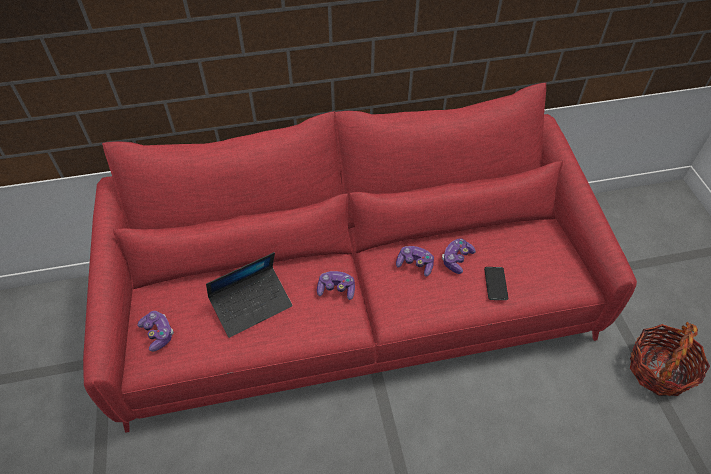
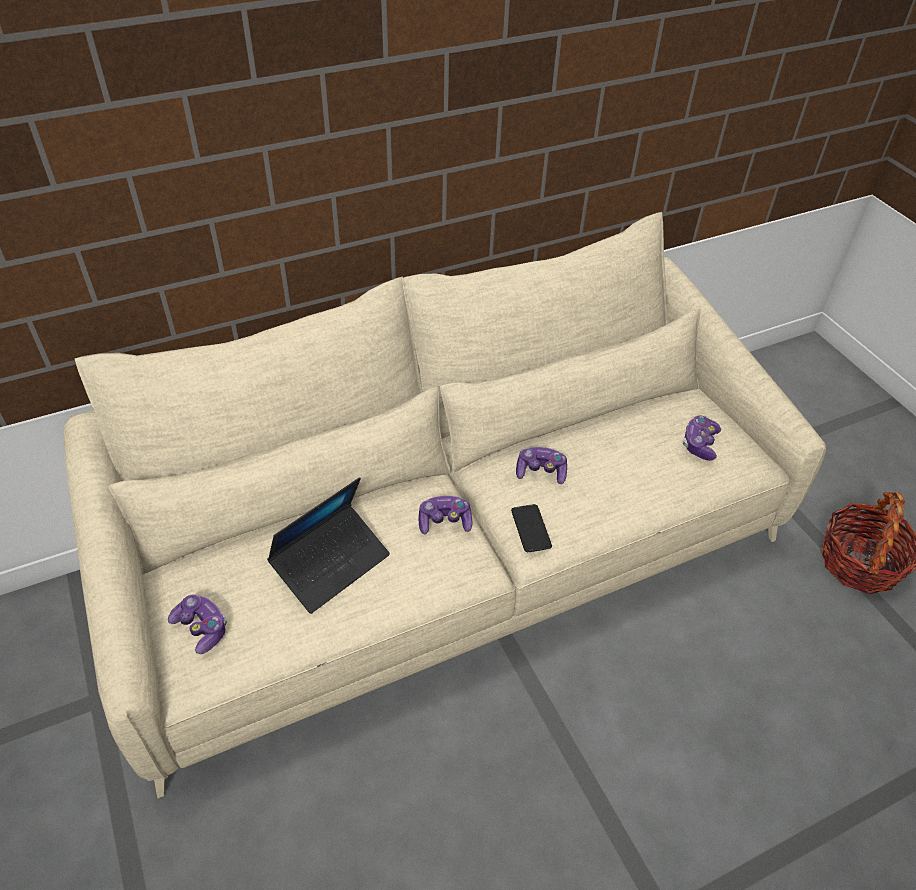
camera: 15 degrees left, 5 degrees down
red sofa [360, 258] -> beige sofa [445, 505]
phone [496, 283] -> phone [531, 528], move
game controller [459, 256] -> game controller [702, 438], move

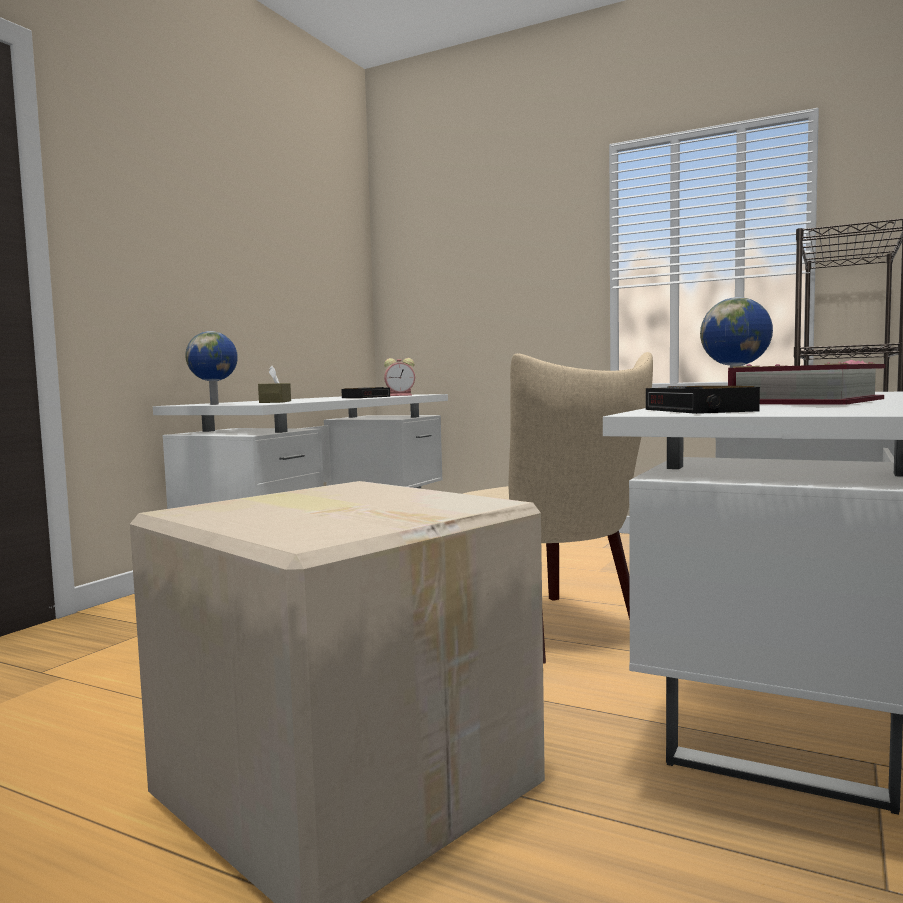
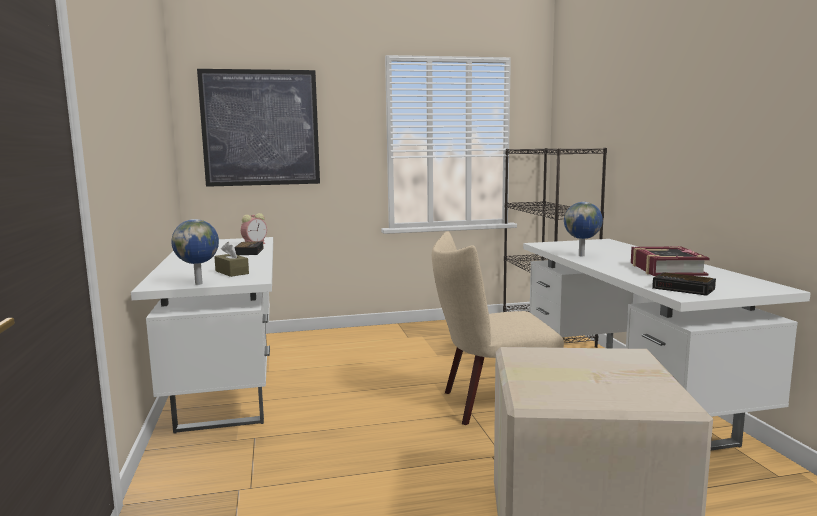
camera: 40 degrees left, 5 degrees up
none -> picture [258, 128]
beige chair [558, 507] -> beige chair [498, 328], 150 degrees clockwise

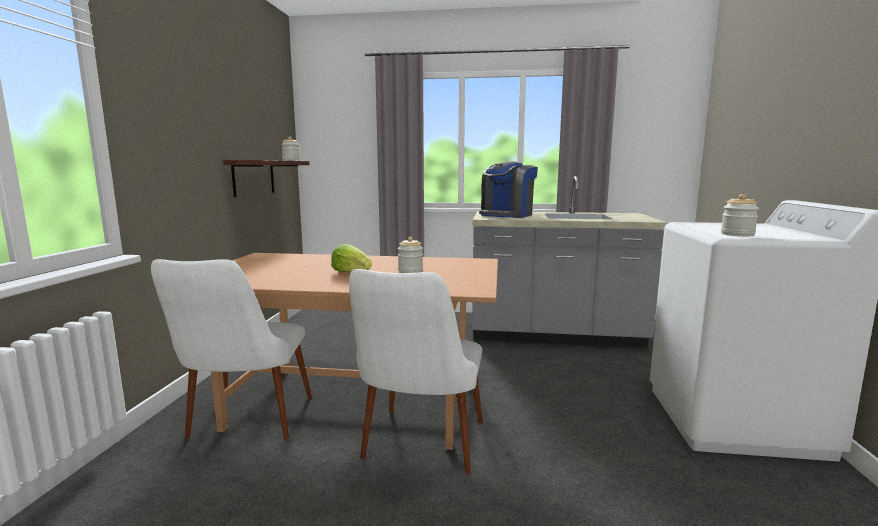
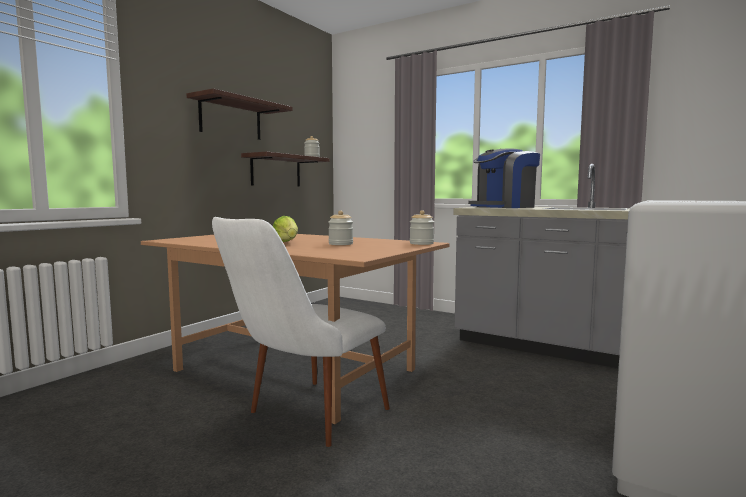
camera: 25 degrees right, 5 degrees down
none -> shelf [240, 114]
jar [740, 215] -> jar [422, 227], move
white chair [231, 349] -> none

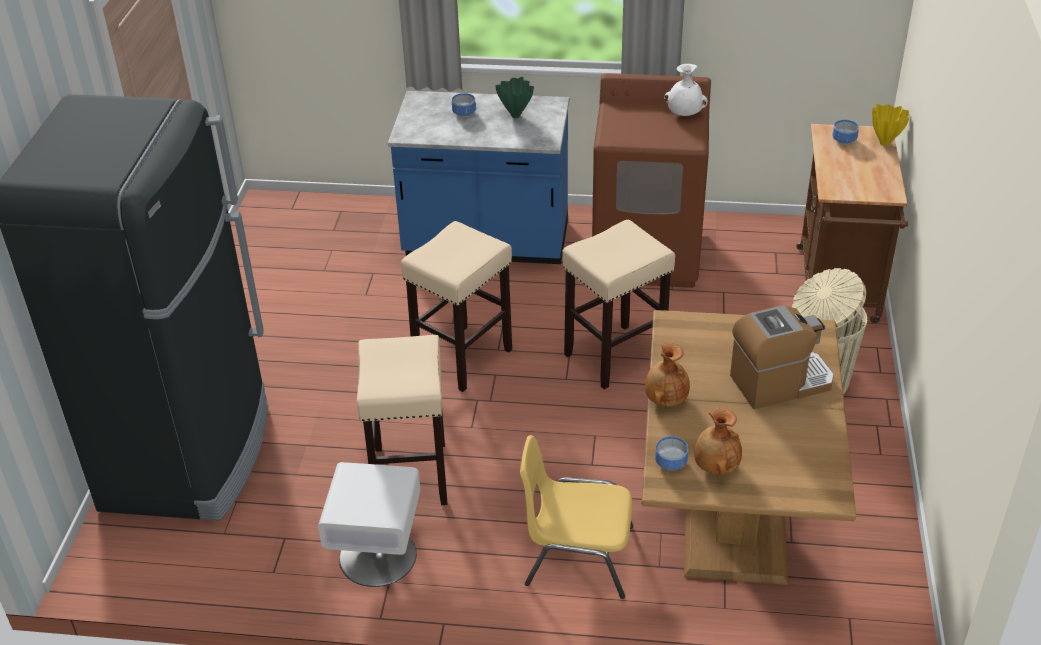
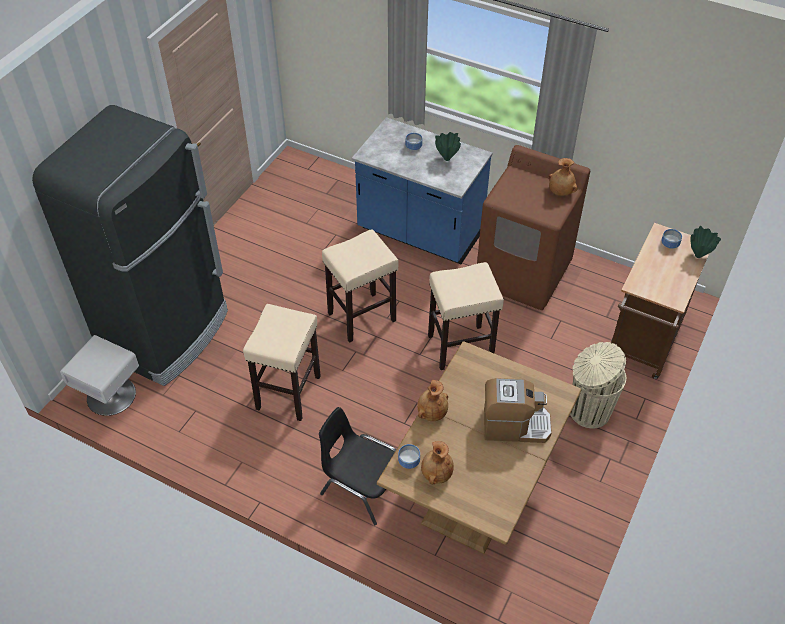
camera: 20 degrees right, 10 degrees up
white nightstand [369, 524] -> white nightstand [99, 375], move
yellow chair [576, 517] -> black chair [357, 466]
white vase [686, 90] -> brown vase [563, 177]
yellow vase [890, 125] -> green vase [705, 242]

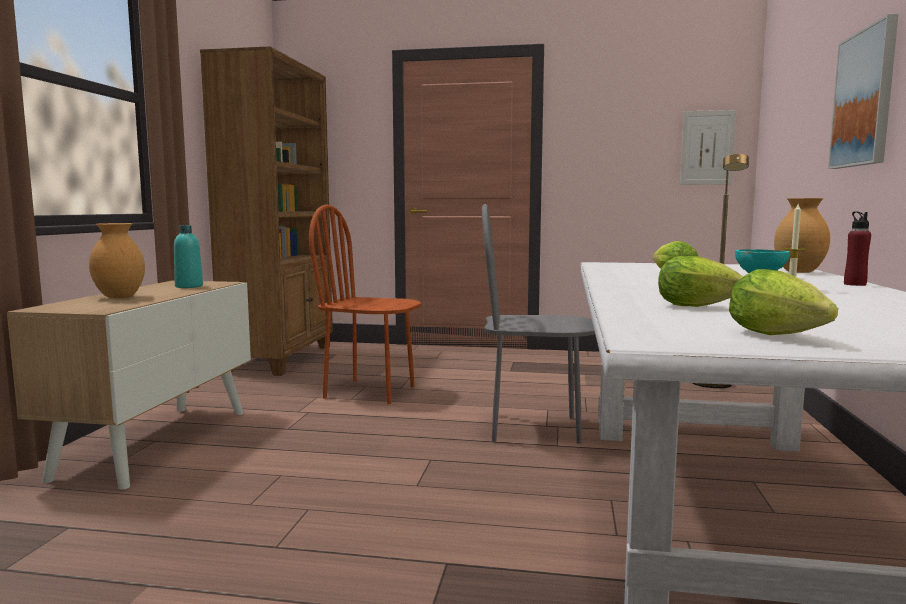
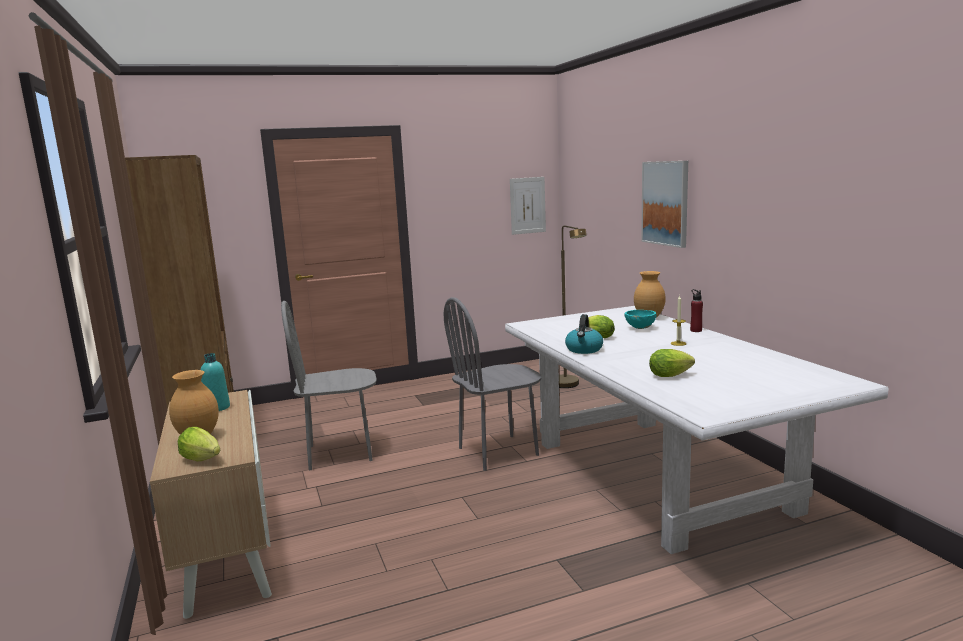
camera: 30 degrees left, 5 degrees up
lettuce [783, 302] -> lettuce [199, 444], move
brown chair [365, 304] -> grey chair [329, 385]
none -> kettle [584, 334]

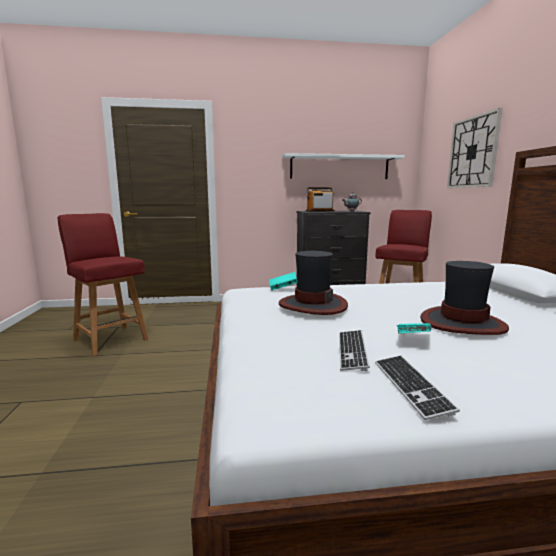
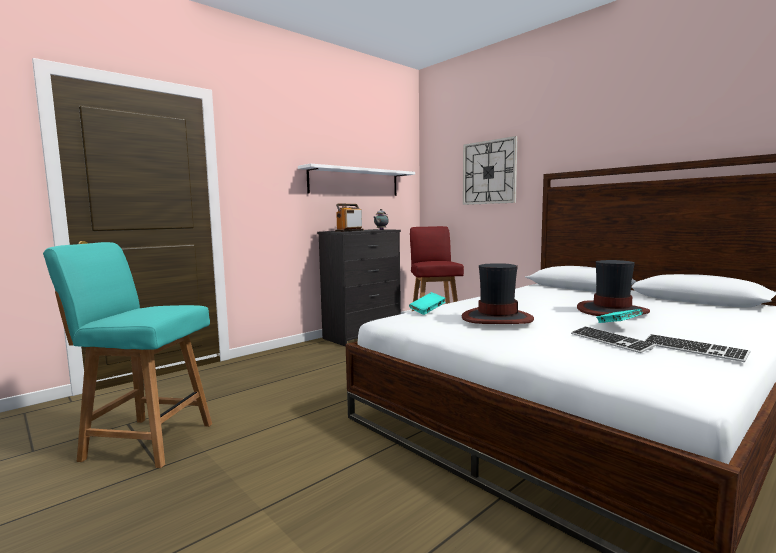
camera: 35 degrees left, 5 degrees down
red chair [103, 284] -> turquoise chair [127, 355]

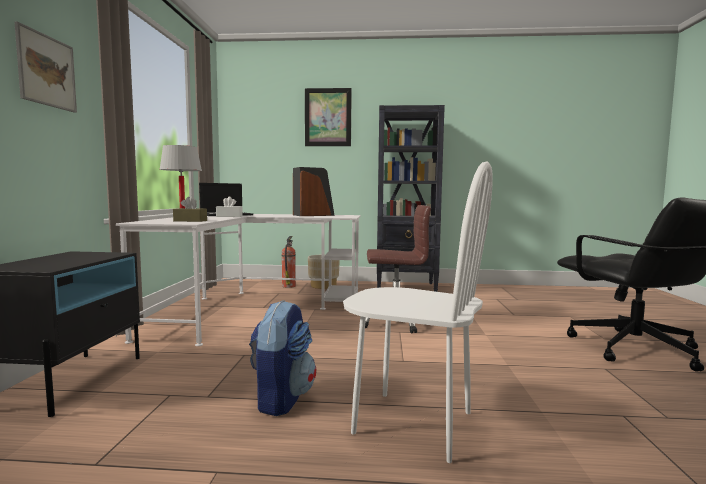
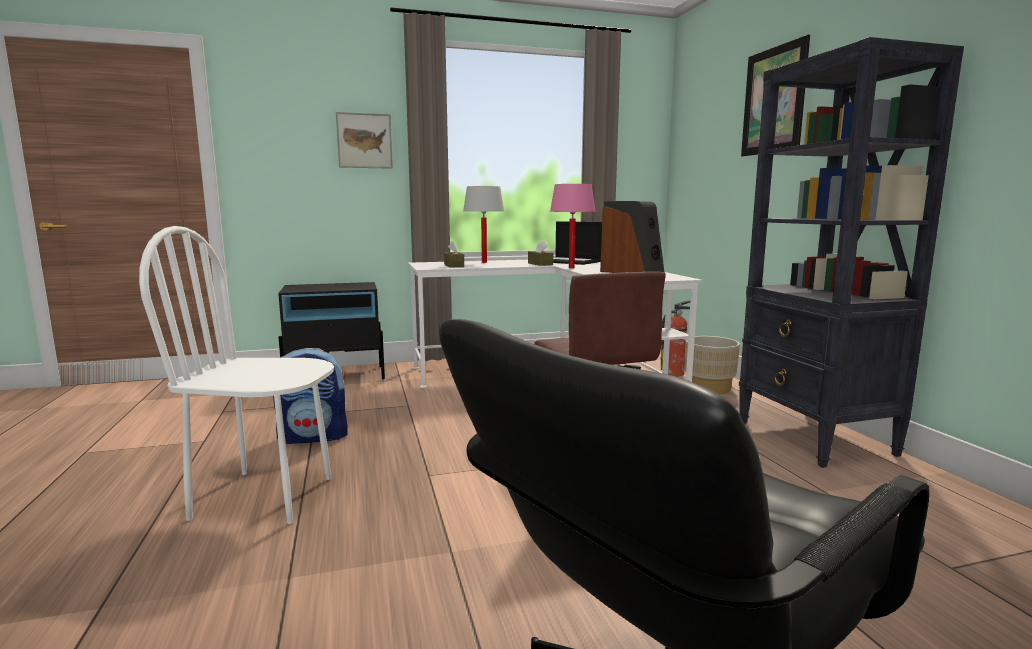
camera: 70 degrees right, 5 degrees up
white chair [418, 312] -> white chair [236, 375], 90 degrees clockwise
white tissue box [229, 206] -> brown tissue box [540, 253]
none -> pink table lamp [573, 226]

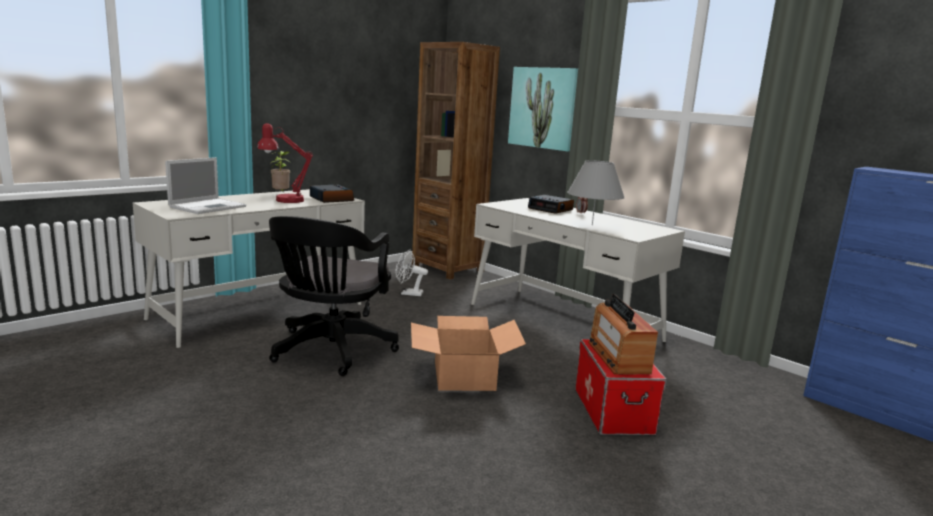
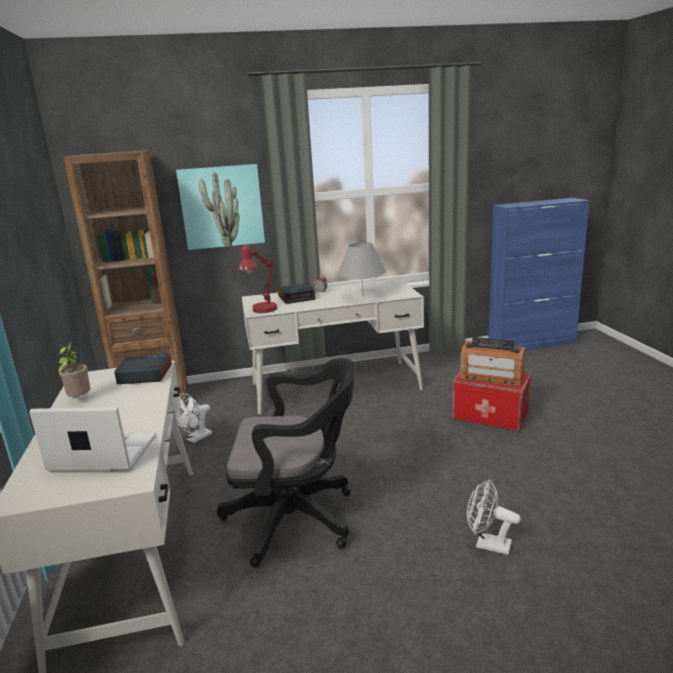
camera: 55 degrees left, 5 degrees up
laptop [205, 185] -> laptop [92, 439], 60 degrees counterclockwise
black office chair [334, 296] -> black office chair [286, 463], 45 degrees counterclockwise
red table lamp [285, 163] -> red table lamp [257, 279], move
none -> white fan [494, 517]
cardboard box [468, 353] -> none

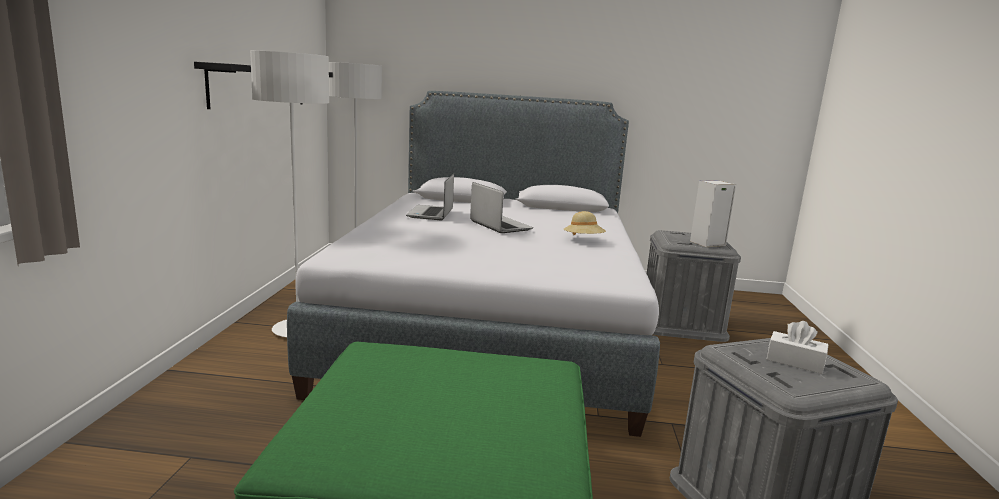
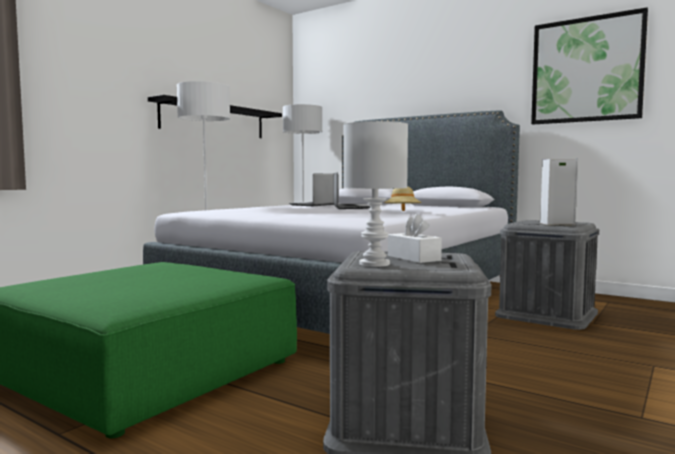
camera: 30 degrees right, 10 degrees down
none -> white table lamp [375, 194]
none -> picture [589, 65]

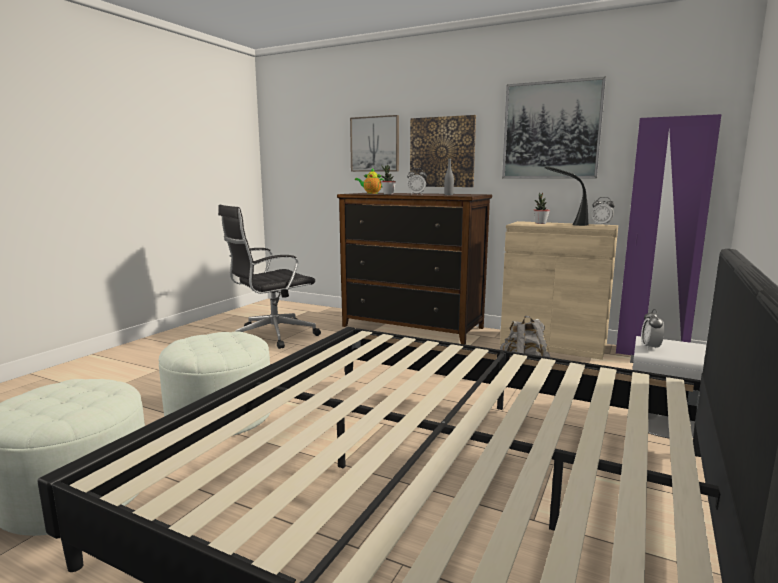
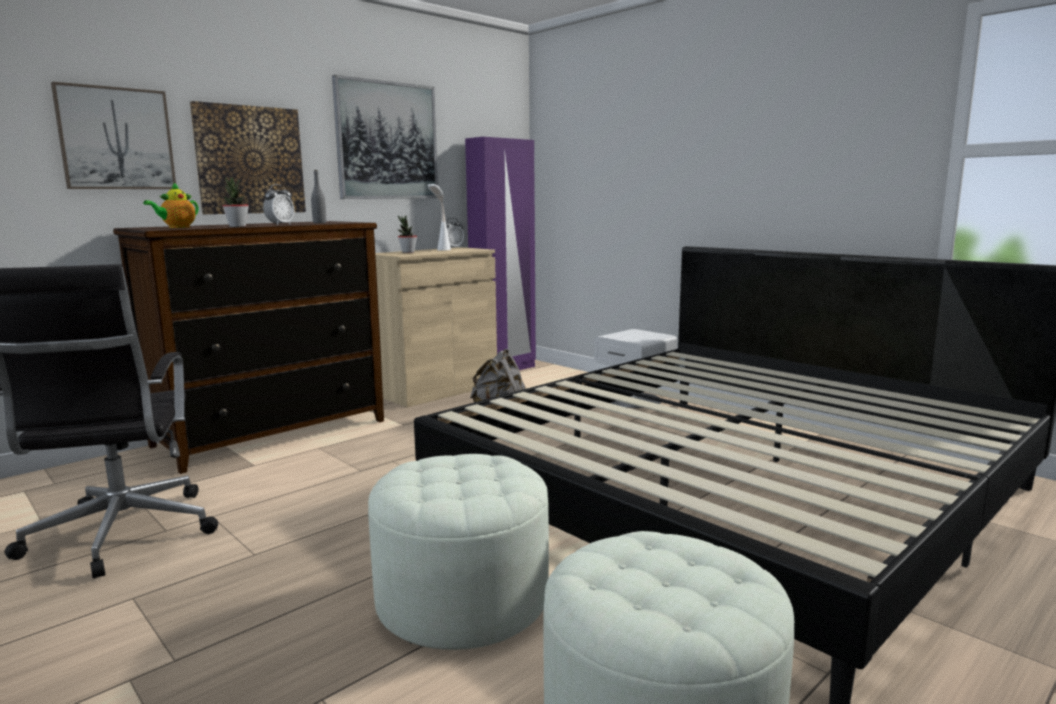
camera: 70 degrees left, 0 degrees up
black table lamp [566, 196] -> white table lamp [439, 217]
alarm clock [653, 329] -> none

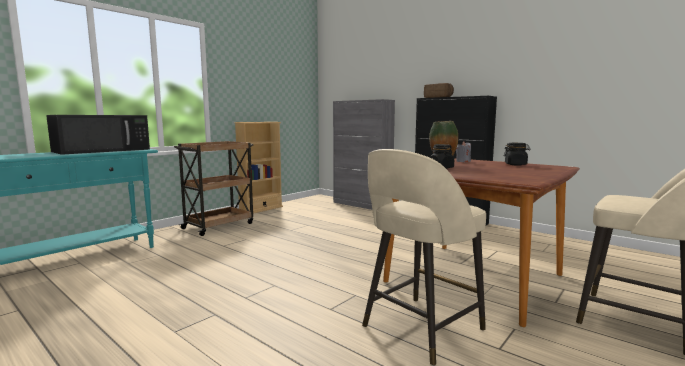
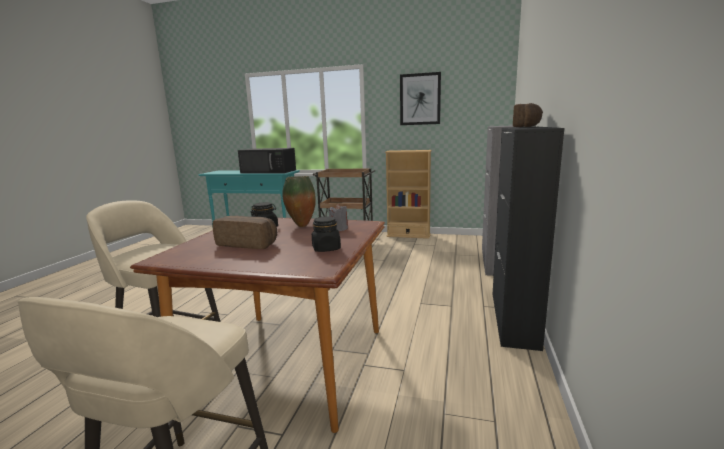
camera: 65 degrees right, 5 degrees up
none -> bread [244, 232]
none -> picture [420, 98]

